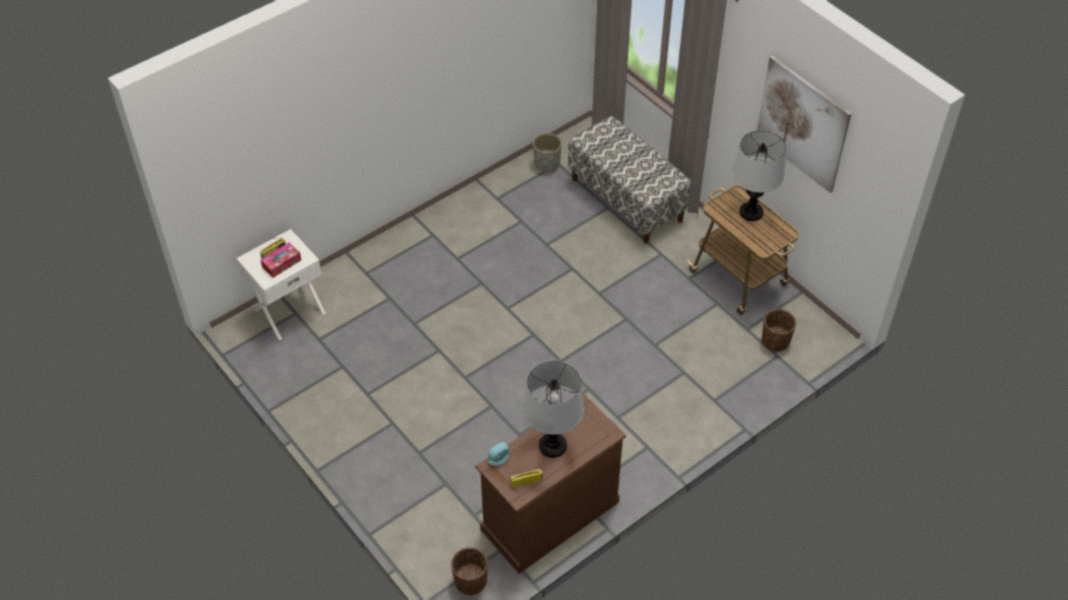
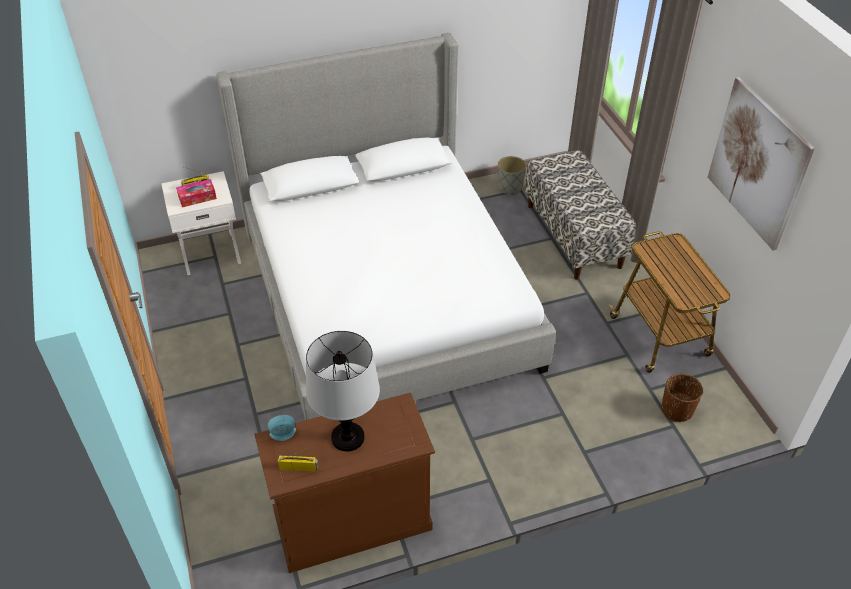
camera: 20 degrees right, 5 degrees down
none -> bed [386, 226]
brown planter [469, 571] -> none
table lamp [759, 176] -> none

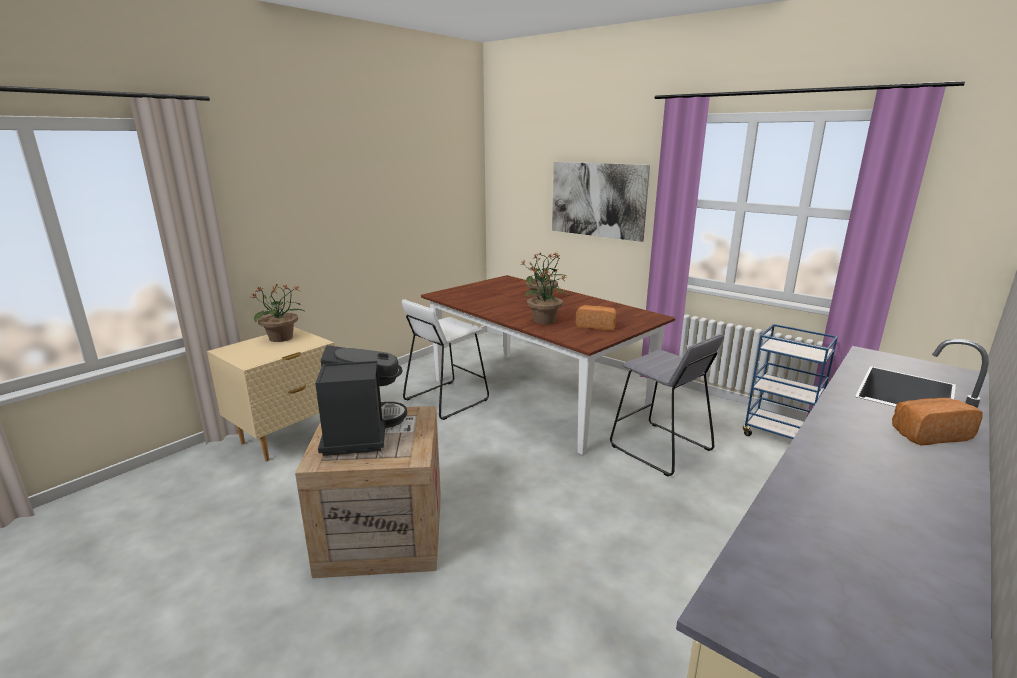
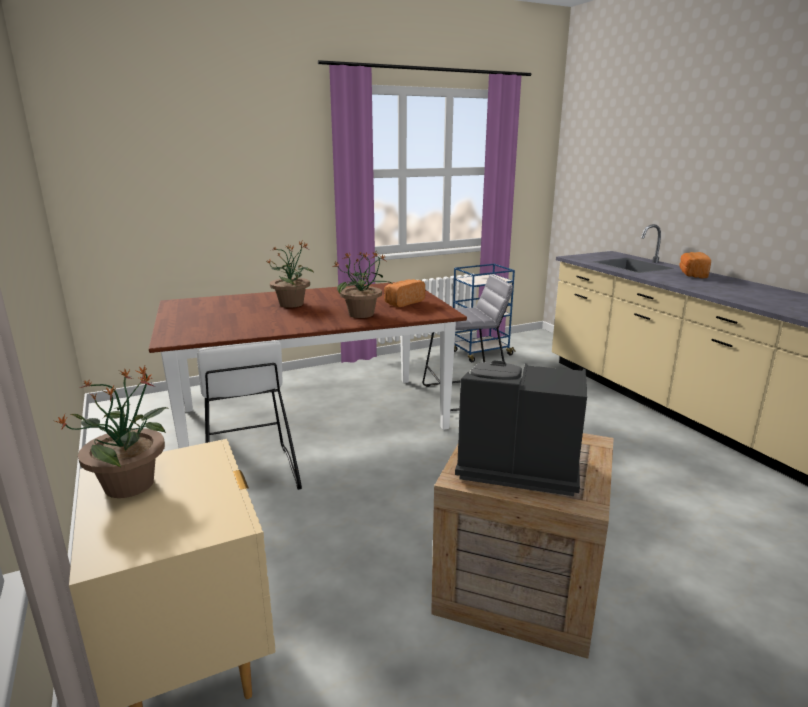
camera: 65 degrees left, 0 degrees up
picture [601, 202] -> none

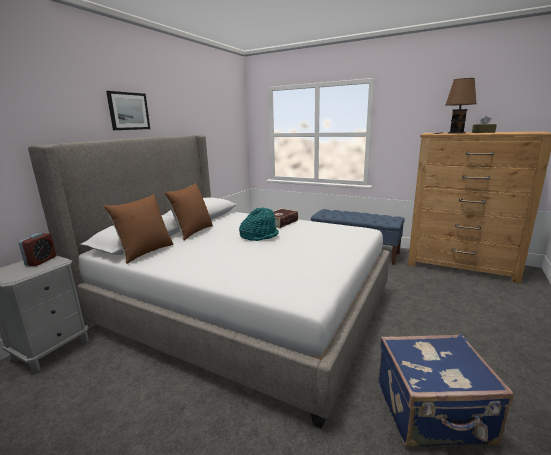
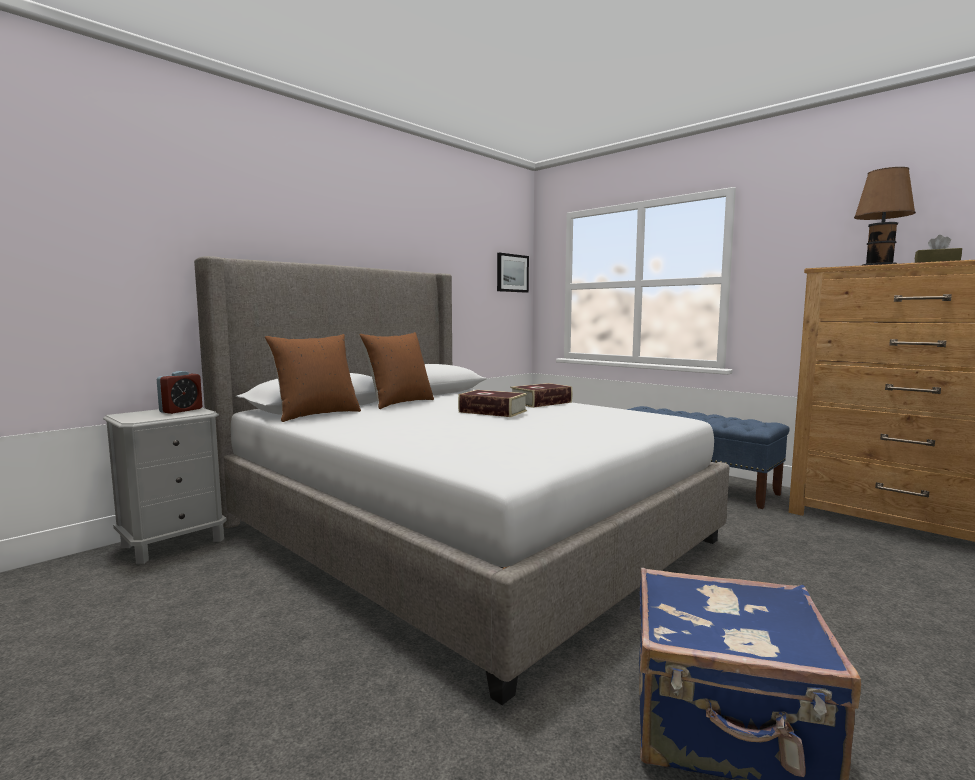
camera: 15 degrees right, 10 degrees down
turquoise hat [259, 224] -> book [492, 403]
picture [128, 110] -> picture [513, 273], move

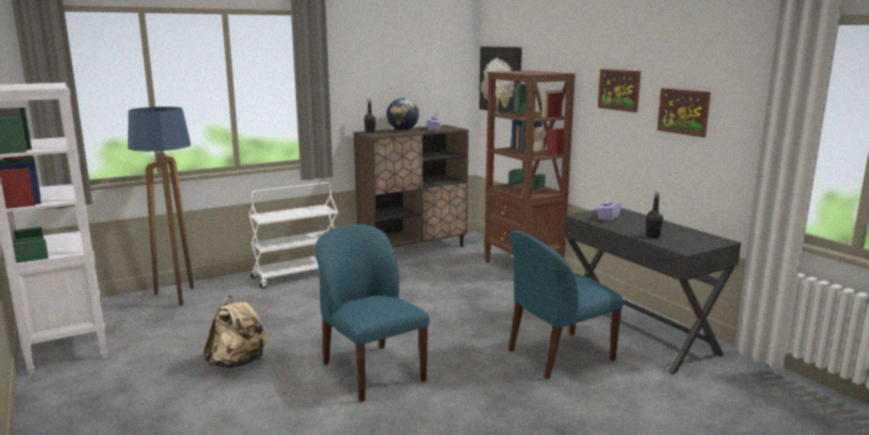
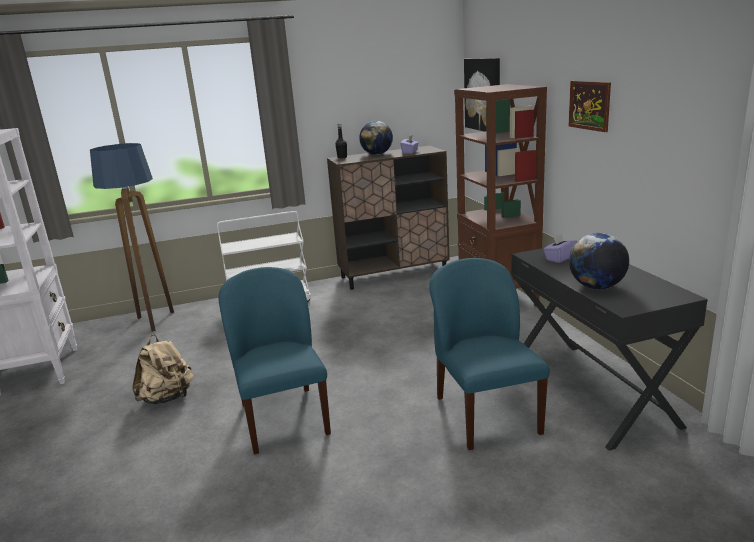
camera: 15 degrees right, 5 degrees up
blue chair [566, 305] -> blue chair [489, 354], 90 degrees clockwise
black bottle [654, 214] -> globe [599, 261]
picture [684, 112] -> none

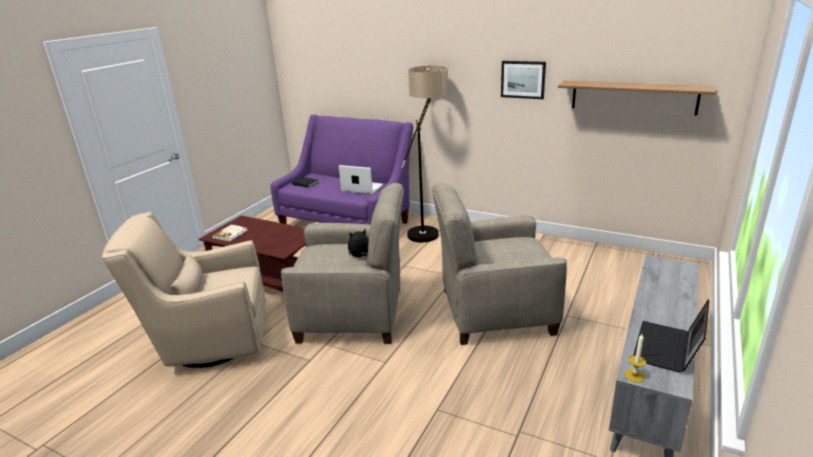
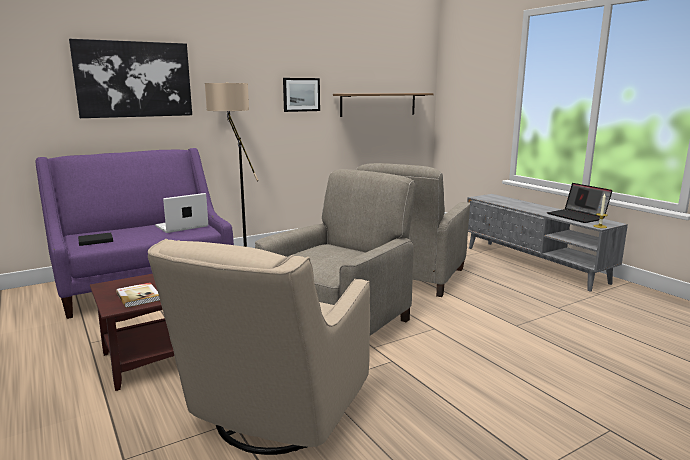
camera: 60 degrees left, 10 degrees down
none -> picture [130, 78]
plush toy [358, 243] -> none

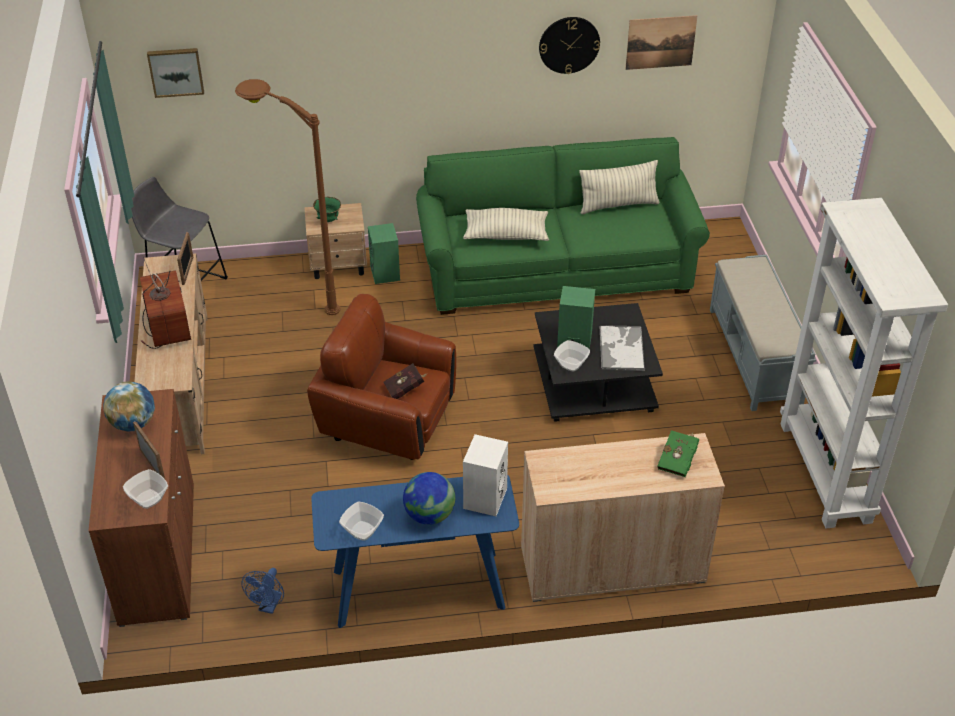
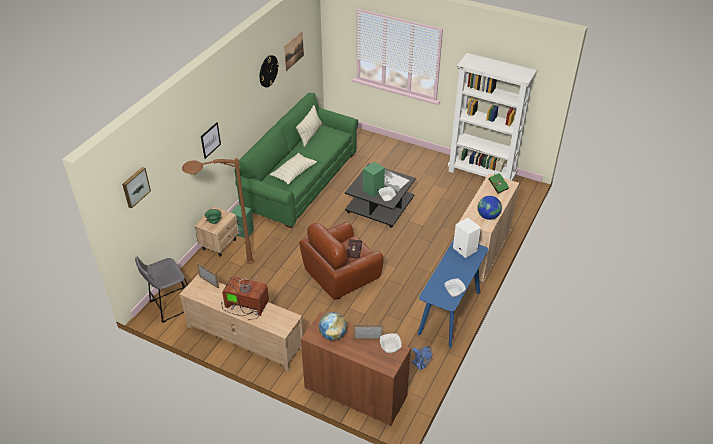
camera: 55 degrees left, 0 degrees up
none -> picture [211, 140]
globe [429, 498] -> globe [489, 208], move
grey bench [763, 333] -> none

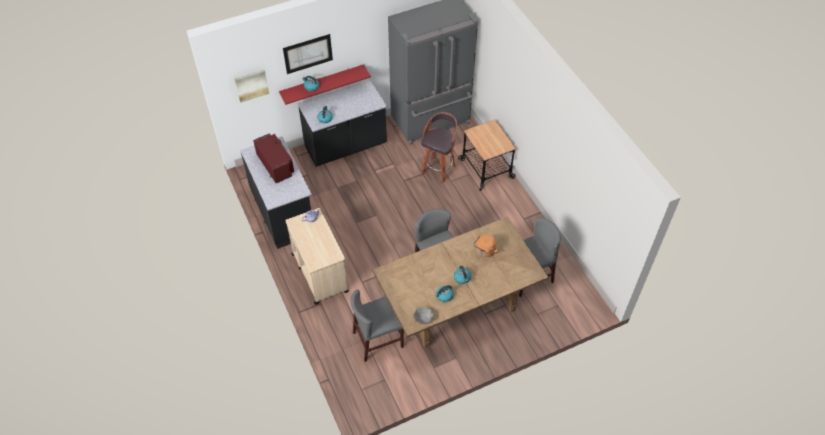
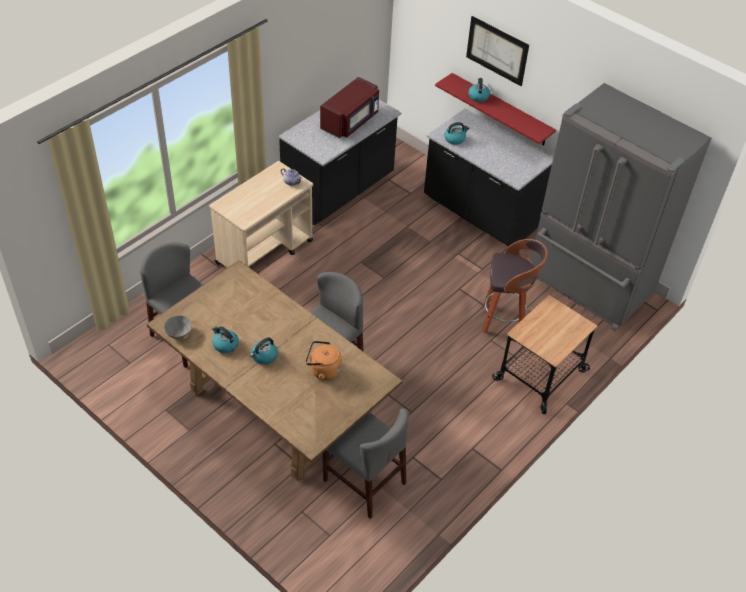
camera: 65 degrees right, 5 degrees down
picture [252, 86] -> none

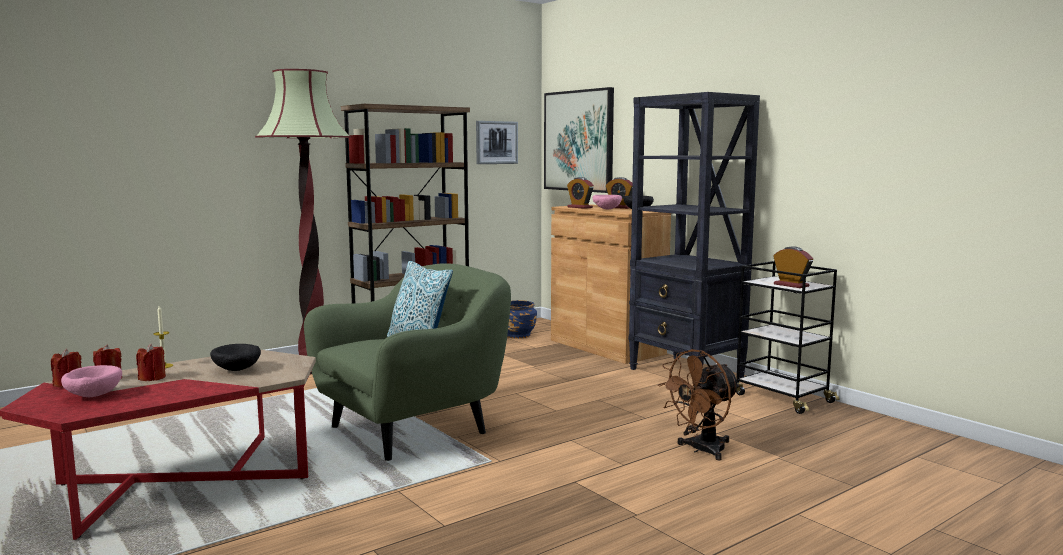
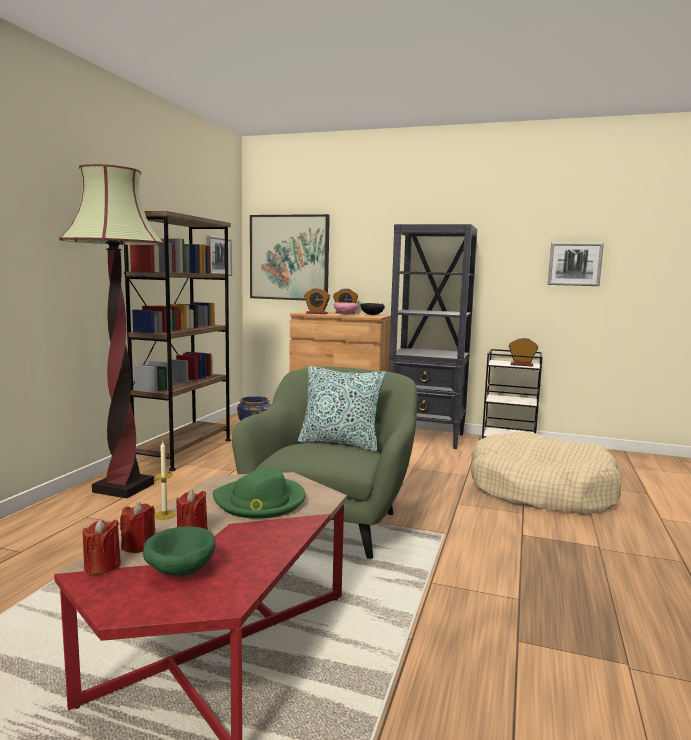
camera: 35 degrees left, 0 degrees up
pink bowl [91, 381] -> green bowl [179, 551]
black bowl [235, 357] -> green hat [259, 492]
brown fan [699, 404] -> beige dog bed [546, 473]
none -> picture [576, 264]

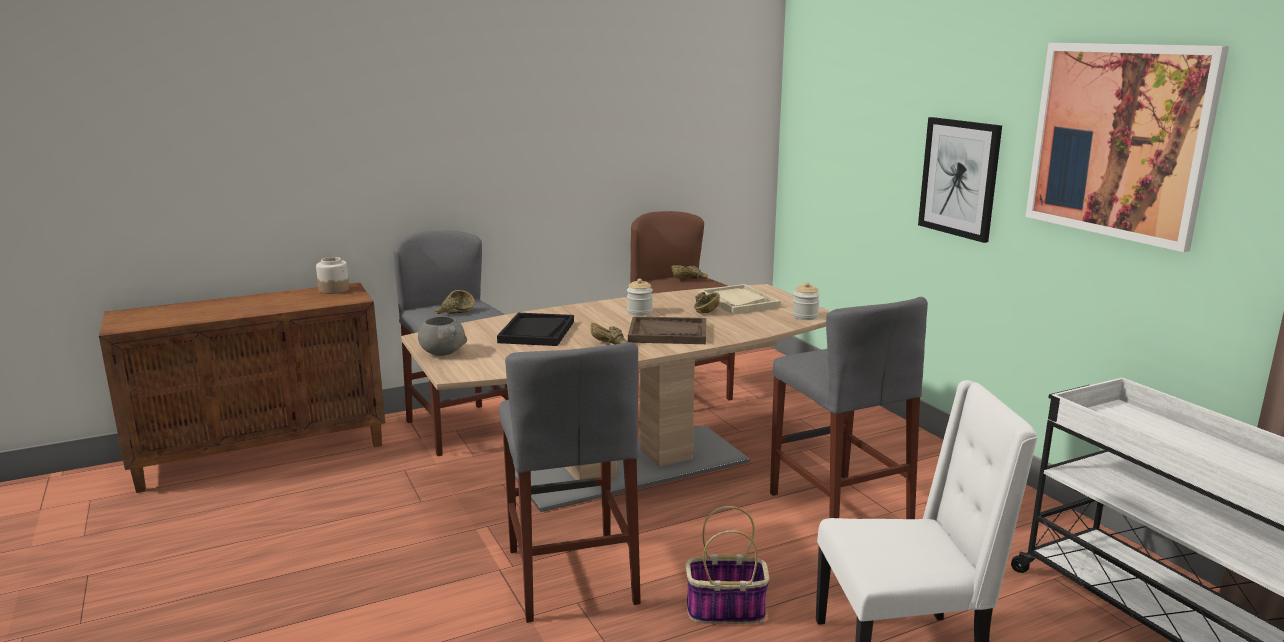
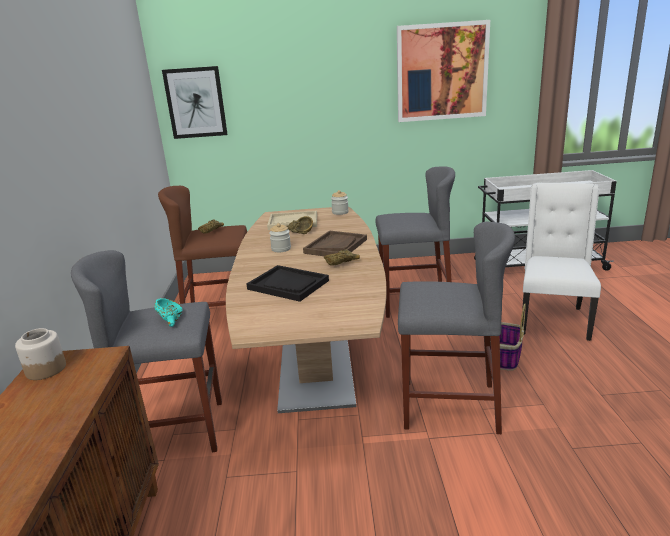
camera: 65 degrees left, 5 degrees up
brown bowl [455, 302] -> turquoise bowl [168, 312]
picture [960, 180] -> picture [195, 102], move
grey bowl [442, 336] -> none

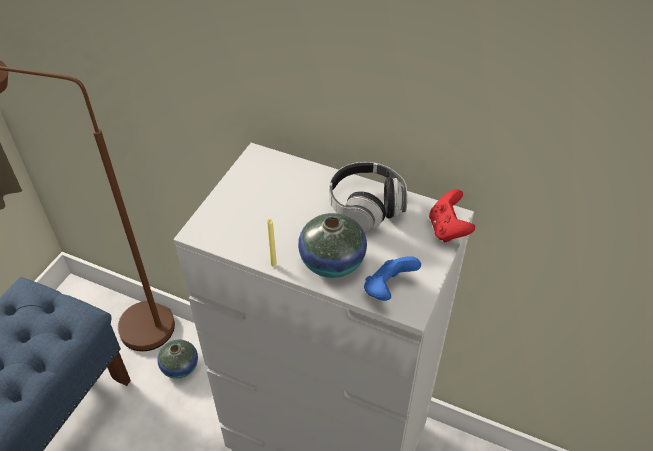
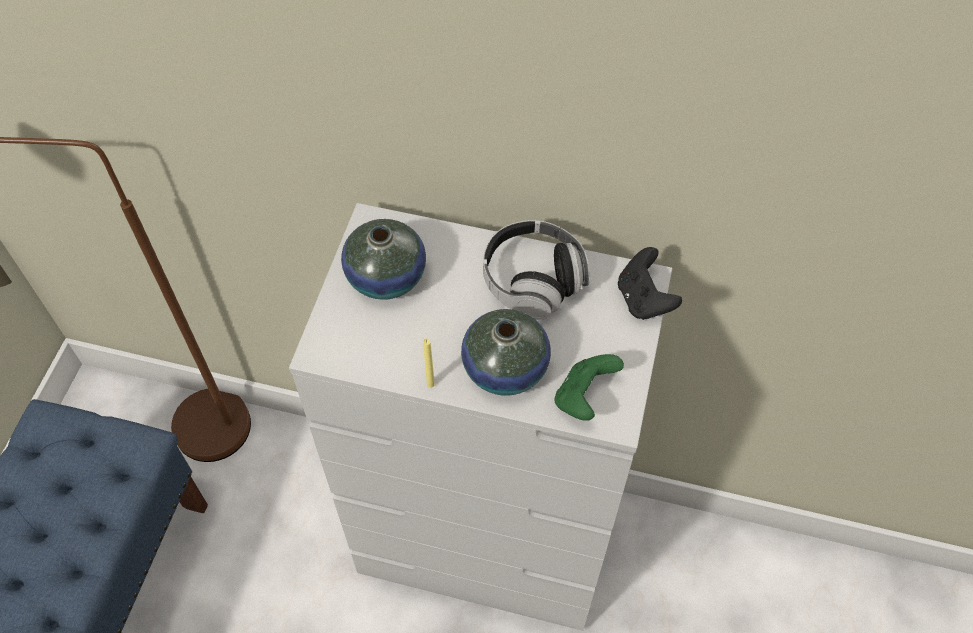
camera: 10 degrees left, 10 degrees up
vase [177, 359] -> vase [383, 259], move
blue game controller [392, 278] -> green game controller [589, 387]
red game controller [452, 216] -> black game controller [650, 283]

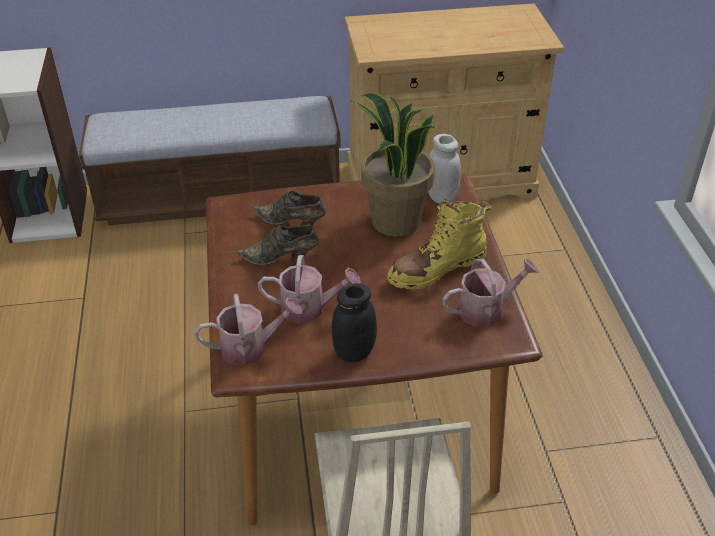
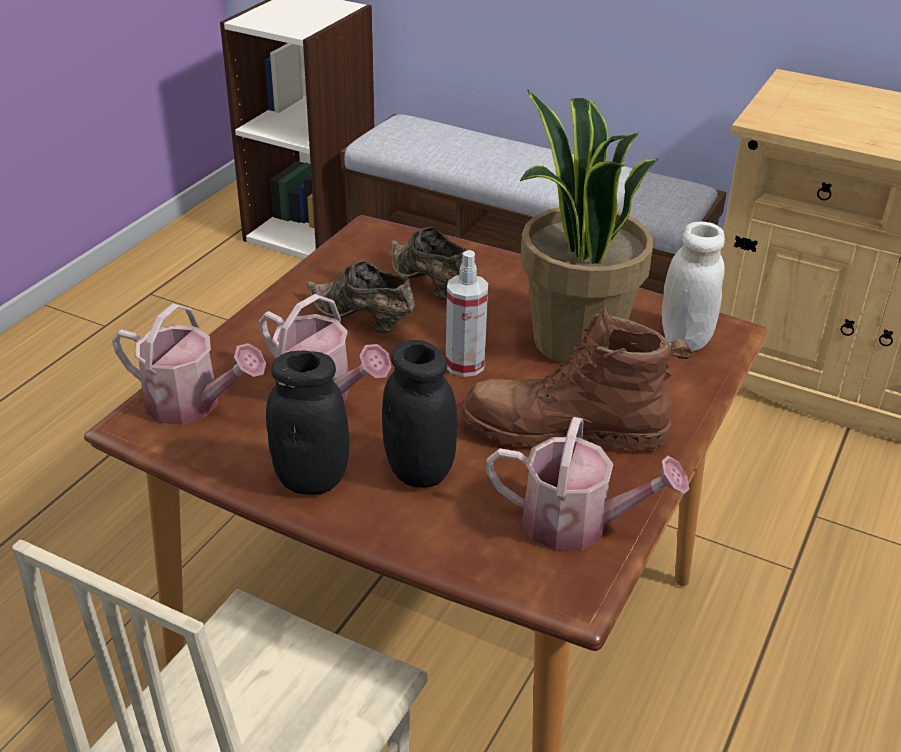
camera: 35 degrees right, 5 degrees down
none -> black jar [419, 414]
none -> spray bottle [467, 313]
yellow boot [439, 244] -> brown boot [576, 378]

